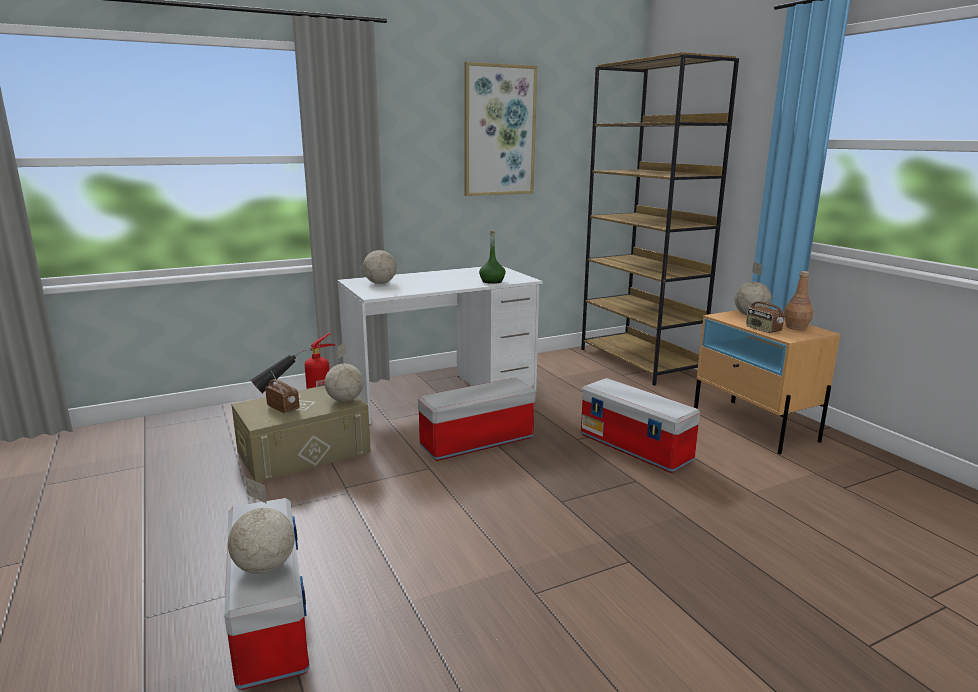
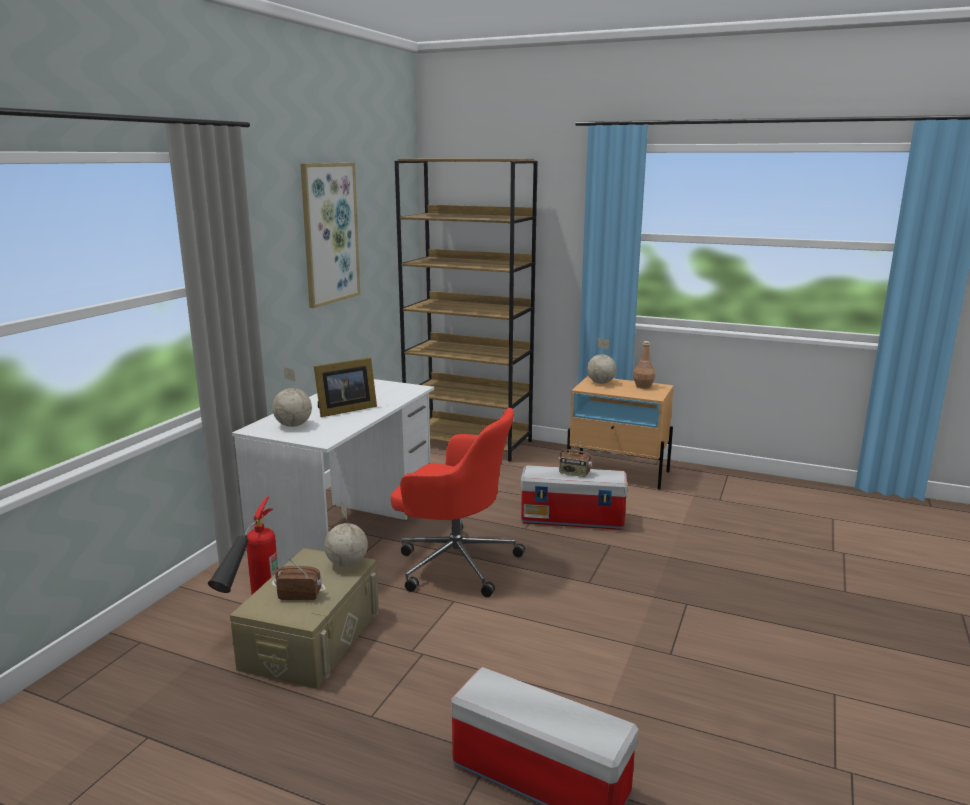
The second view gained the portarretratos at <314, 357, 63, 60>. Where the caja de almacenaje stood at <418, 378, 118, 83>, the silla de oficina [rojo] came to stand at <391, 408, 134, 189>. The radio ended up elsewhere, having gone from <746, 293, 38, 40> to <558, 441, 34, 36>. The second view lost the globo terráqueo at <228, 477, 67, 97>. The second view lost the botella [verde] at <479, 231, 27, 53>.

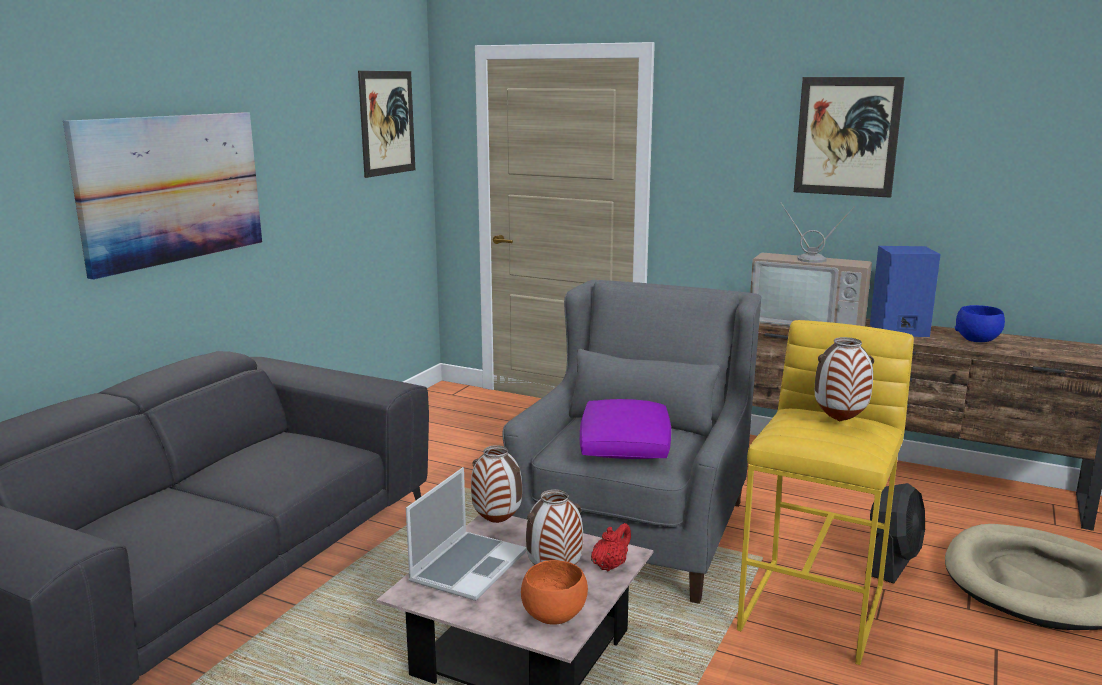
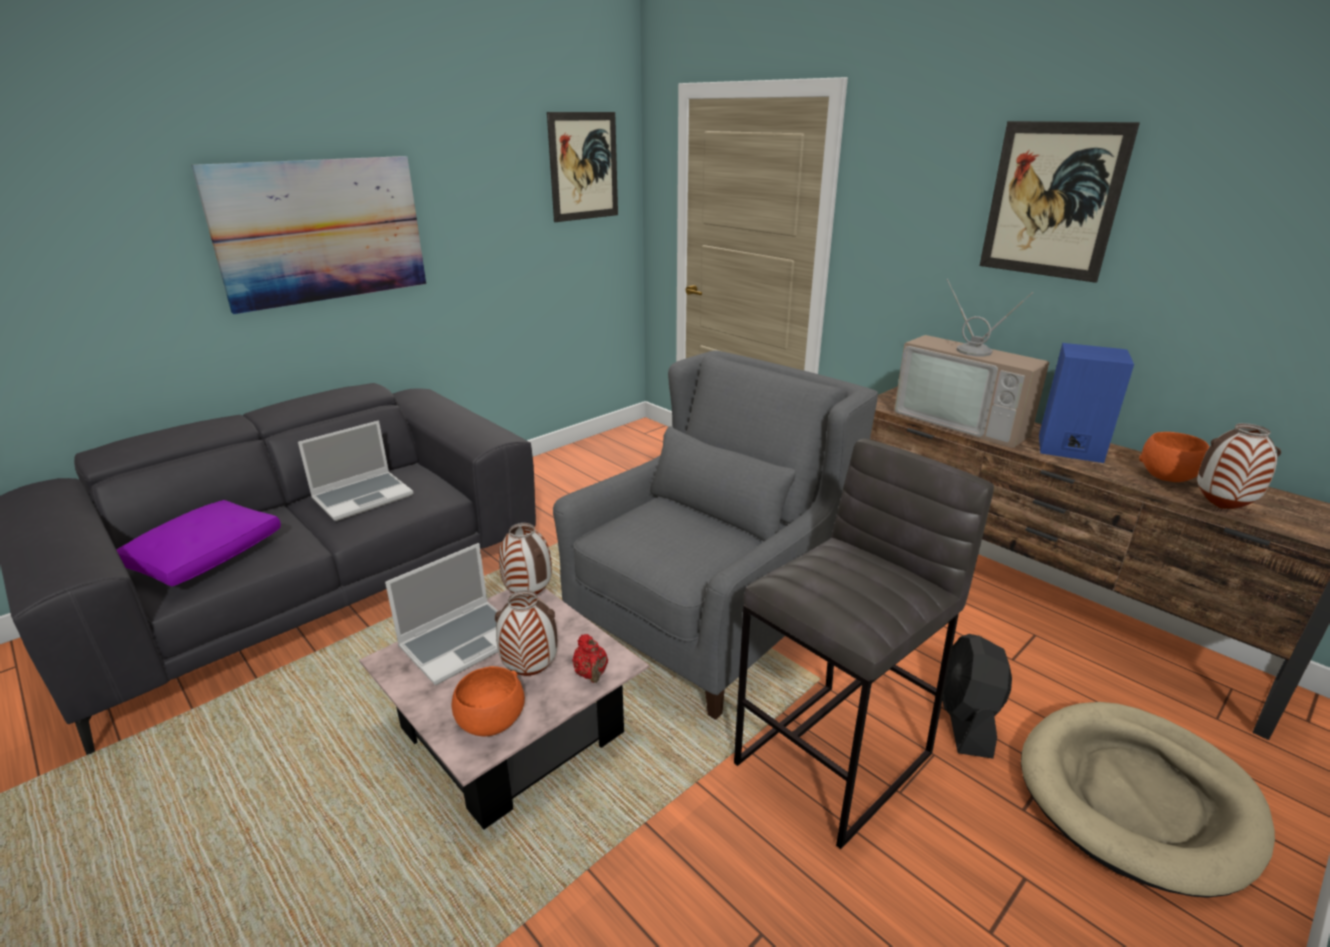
The cojín [morado] ended up elsewhere, having gone from <580, 399, 91, 60> to <116, 500, 165, 87>. The second view gained the portátil at <298, 420, 115, 101>. The tetera [rojo] at <591, 523, 40, 49> ended up facing another way, 105 degrees clockwise from before. What was the taburete [amarillo] at <737, 320, 177, 345> turned into the taburete [gris] at <734, 439, 260, 410>. The ventilador [negro] at <865, 483, 60, 101> ended up facing another way, 135 degrees clockwise from before. What was the cuenco [azul] at <955, 305, 50, 37> turned into the cuenco [naranja] at <1139, 432, 70, 50>. The florero ended up elsewhere, having gone from <815, 337, 59, 84> to <1197, 423, 84, 86>.

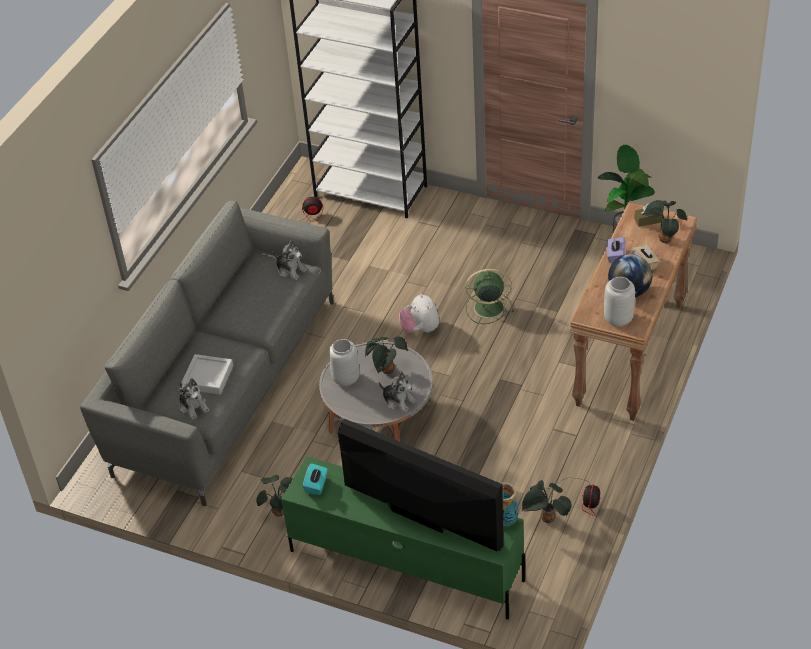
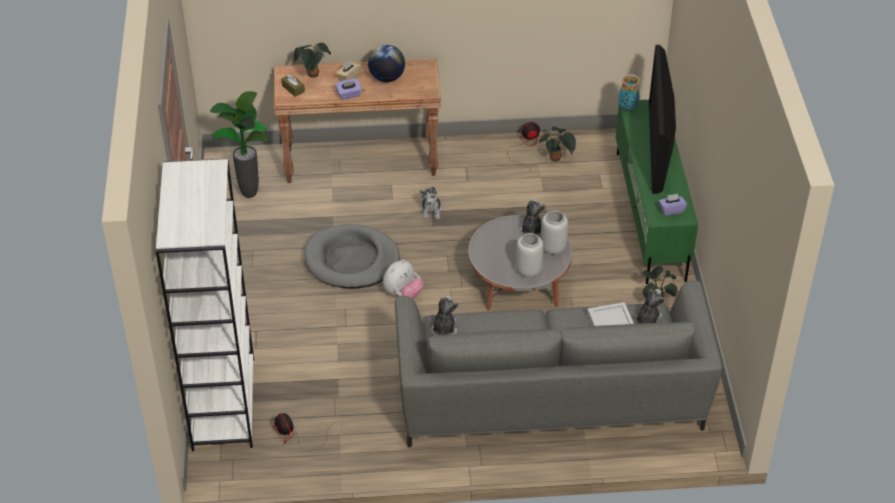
Where the ventilador [verde] stood at <466, 269, 48, 55>, the cama para perro [gris] came to stand at <304, 224, 96, 64>. The second view gained the peluche at <419, 187, 24, 33>. The florero [gris] ended up elsewhere, having gone from <604, 277, 31, 50> to <541, 211, 27, 43>. What was the caja de pañuelos [turquesa] at <303, 463, 25, 32> turned into the caja de pañuelos [morado] at <659, 194, 28, 22>. The second view lost the planta en maceta at <365, 337, 43, 37>.

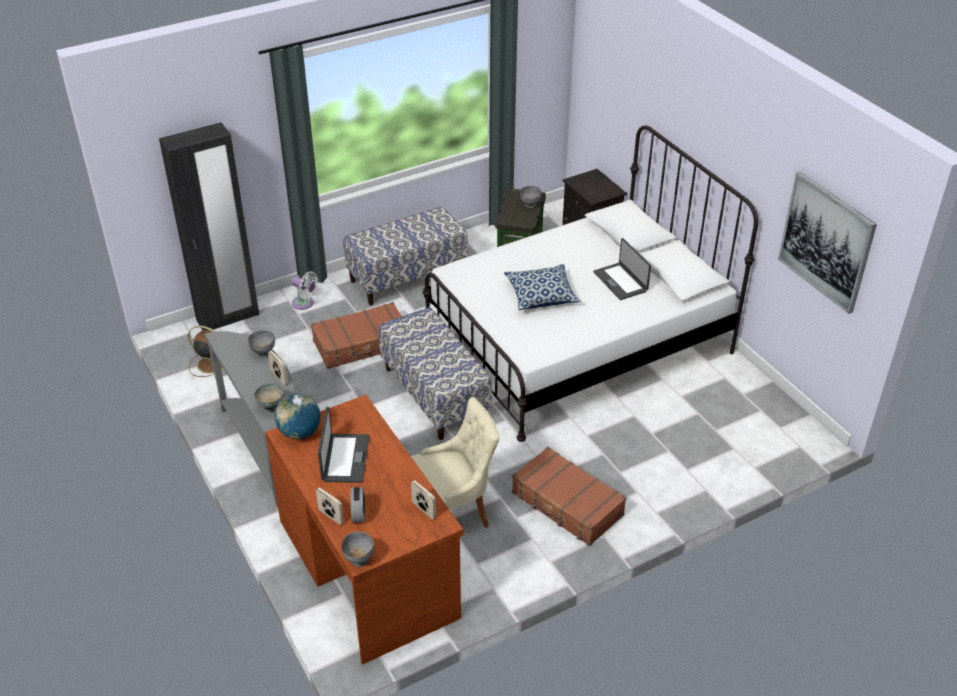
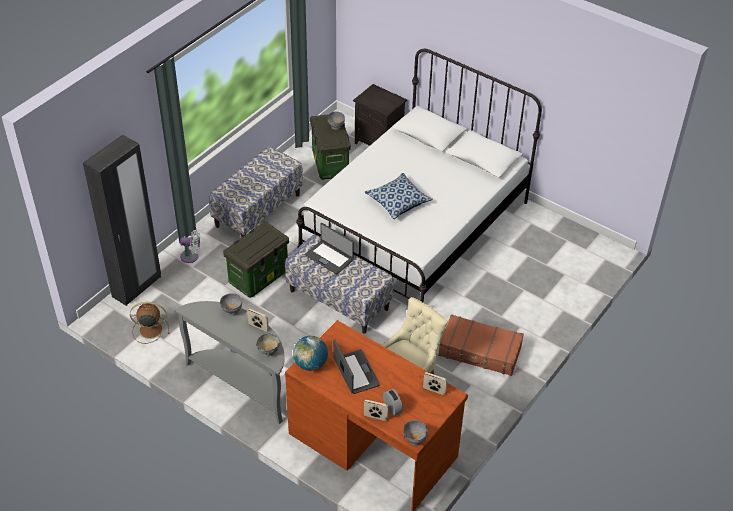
Where the maleta [marrón] stood at <311, 302, 90, 67>, the caja de almacenaje came to stand at <223, 222, 66, 76>. The portátil ended up elsewhere, having gone from <593, 238, 58, 62> to <305, 223, 49, 51>. The second view lost the cuadro at <778, 172, 99, 142>.

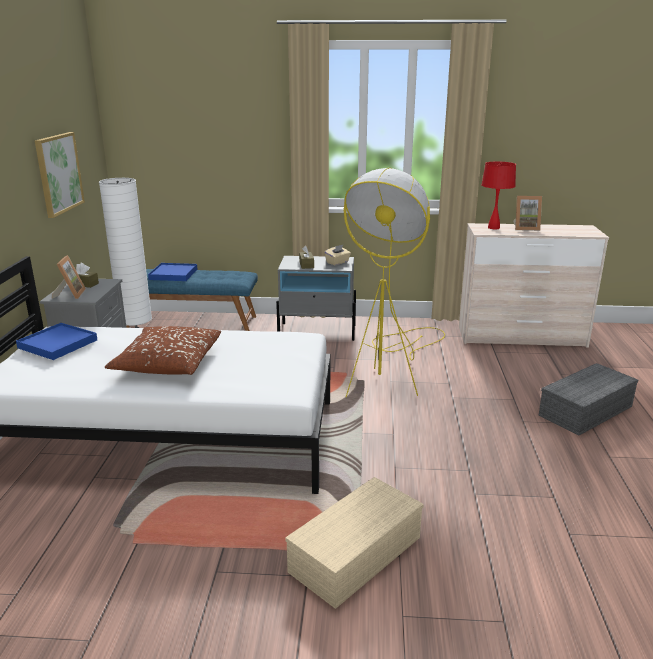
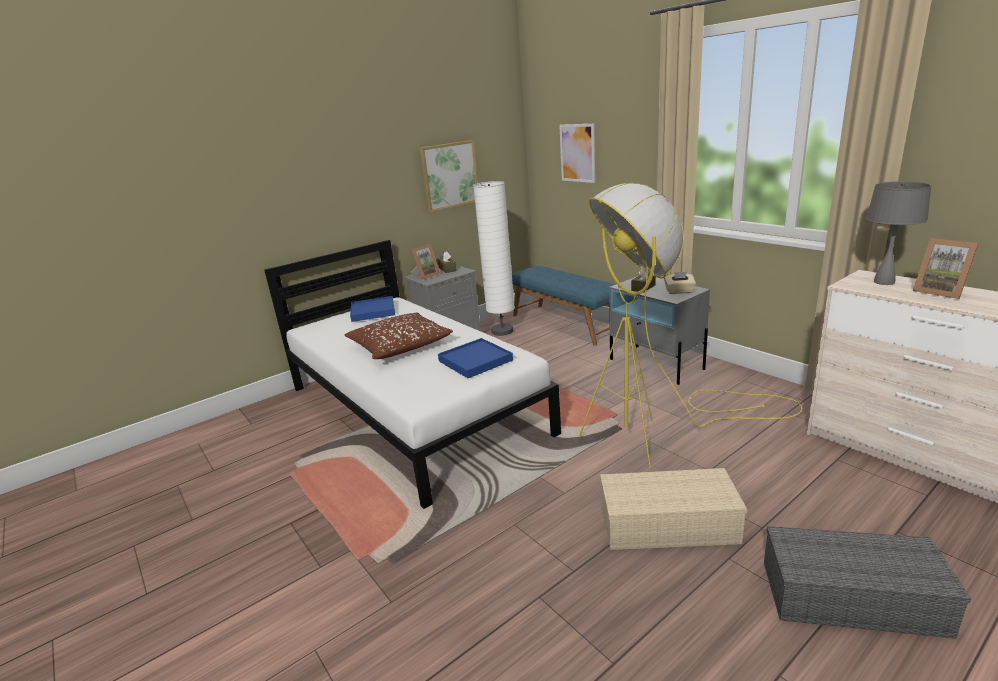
The bandeja [azul] ended up elsewhere, having gone from <148, 263, 49, 18> to <438, 338, 75, 40>. The second view gained the cuadro at <559, 124, 36, 59>. The caja de almacenaje [beis] ended up elsewhere, having gone from <285, 477, 139, 132> to <600, 468, 147, 82>. What was the lámpara de mesa [rojo] at <481, 162, 35, 67> turned into the lámpara de mesa [gris] at <866, 181, 66, 104>.

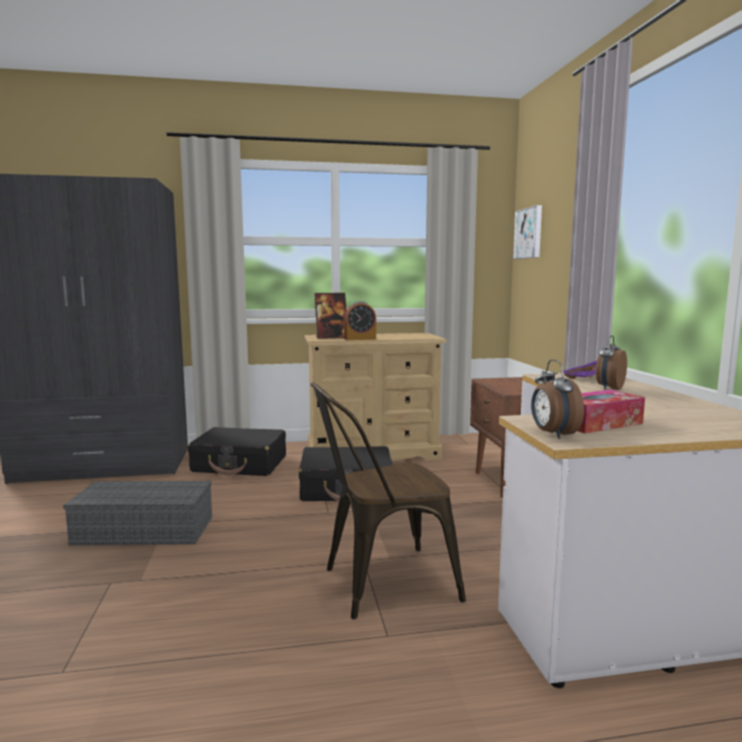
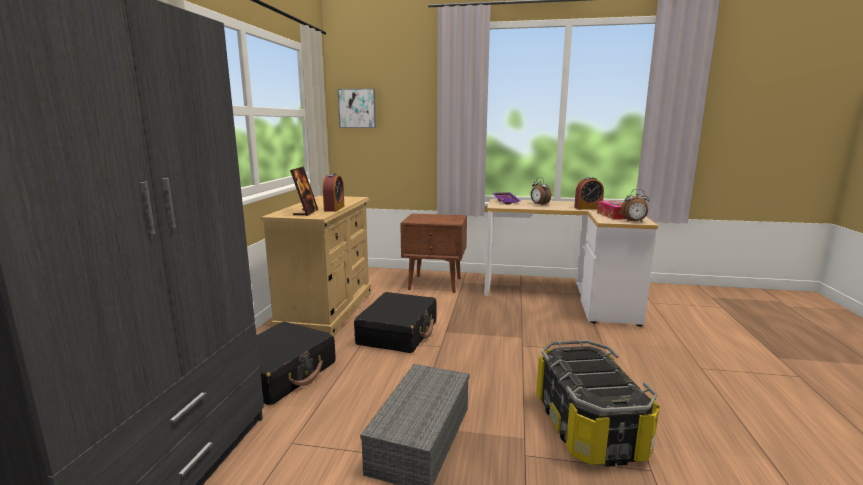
The second view gained the caja de almacenaje at <536, 340, 124, 126>. The second view gained the despertador at <574, 177, 30, 33>. The second view lost the silla [marrón] at <310, 382, 156, 237>.

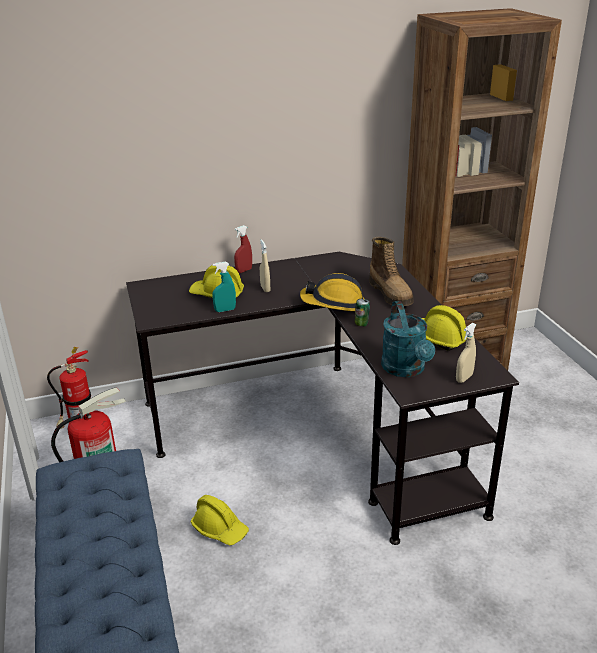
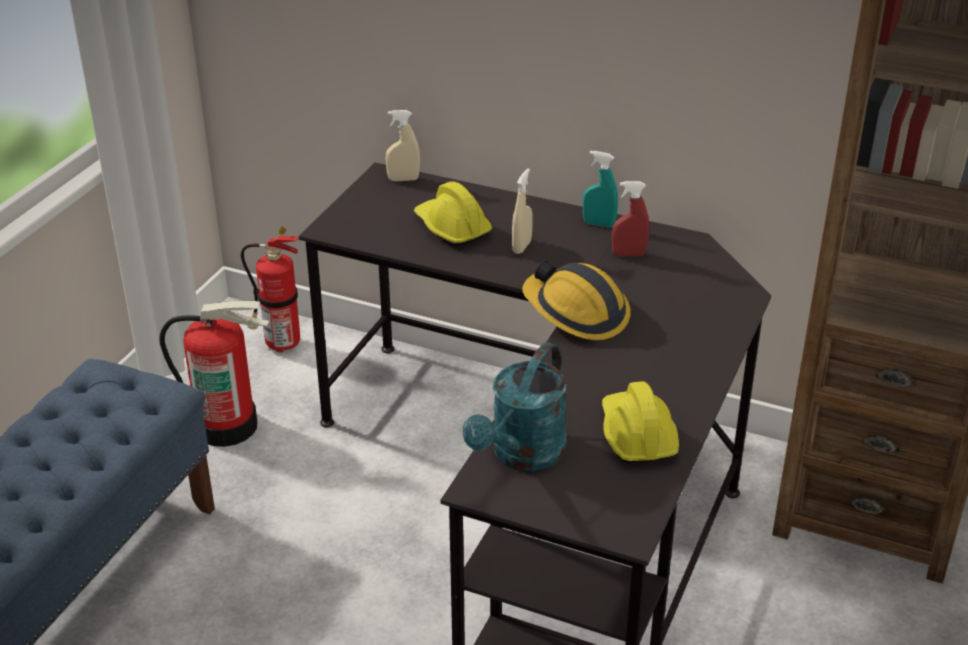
The pulverizador [beis] ended up elsewhere, having gone from <456, 323, 20, 60> to <386, 110, 34, 71>. The pulverizador [turquesa] ended up elsewhere, having gone from <212, 262, 24, 50> to <583, 151, 35, 77>. The pulverizador [rojo] ended up elsewhere, having gone from <234, 225, 18, 48> to <612, 181, 37, 76>. The second view lost the casco [amarillo] at <191, 495, 58, 50>. The second view lost the lata at <355, 299, 15, 27>. The second view lost the bota at <369, 236, 45, 70>.

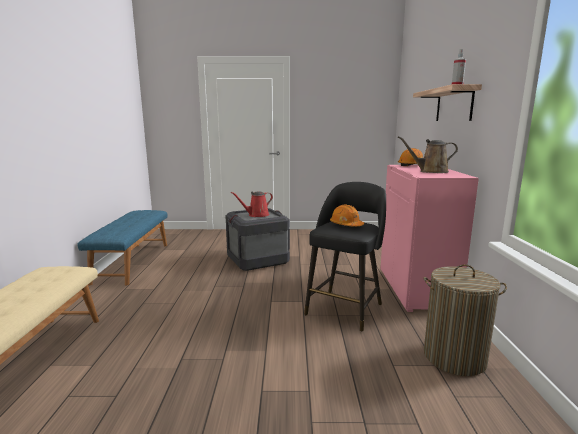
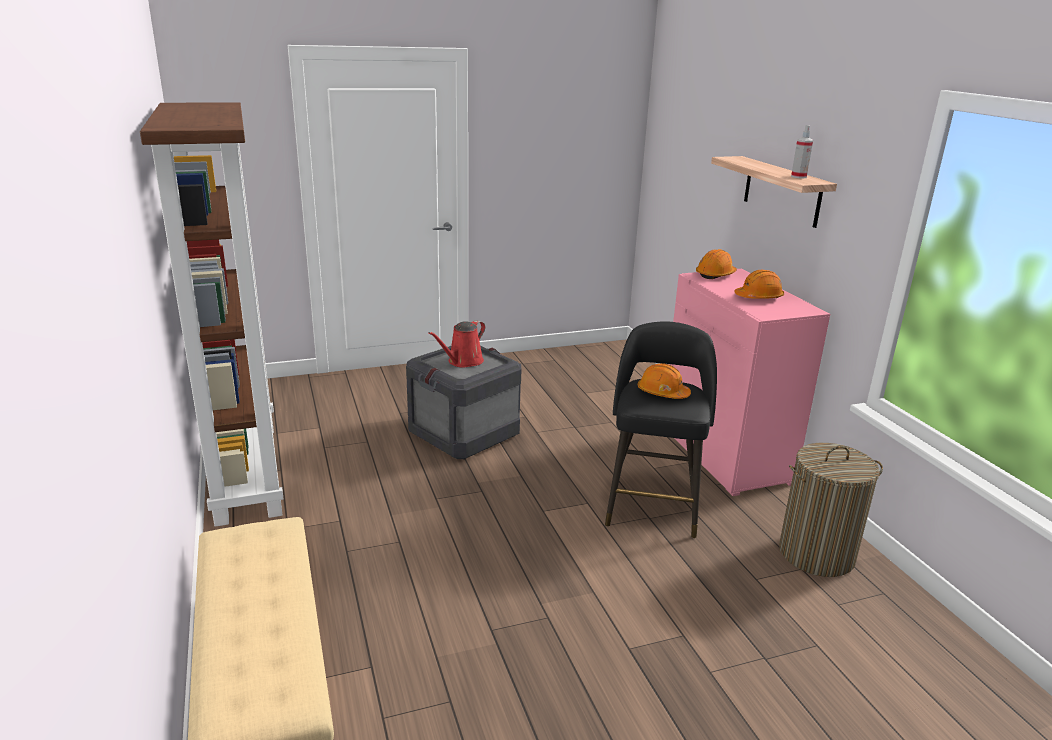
Where the banco [azul] stood at <78, 210, 89, 75>, the estantería [marrón] came to stand at <140, 102, 144, 425>. Where the regadera [marrón] stood at <398, 136, 60, 37>, the casco [naranja] came to stand at <734, 269, 50, 30>.

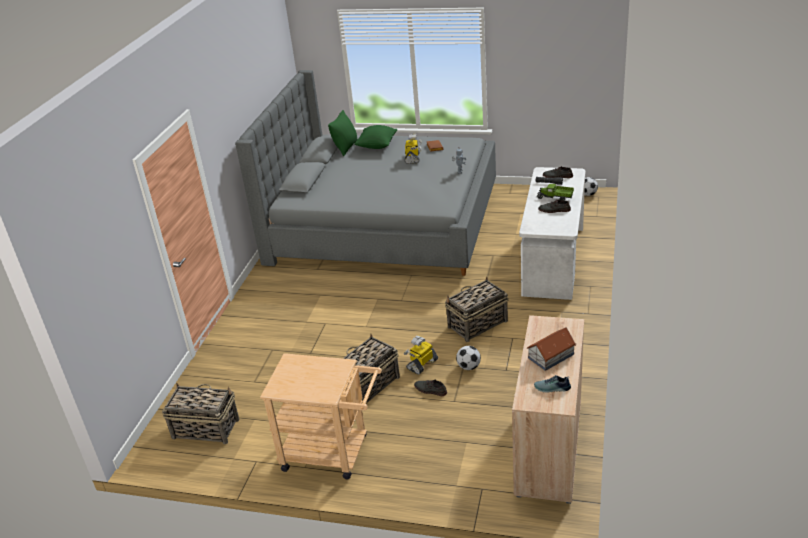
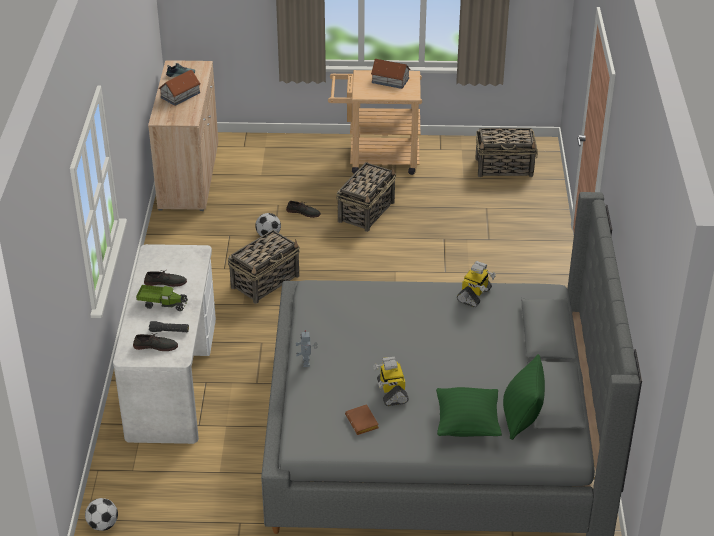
The second view gained the casita at <371, 59, 40, 30>. The robot de juguete ended up elsewhere, having gone from <404, 335, 34, 40> to <457, 261, 39, 46>.

